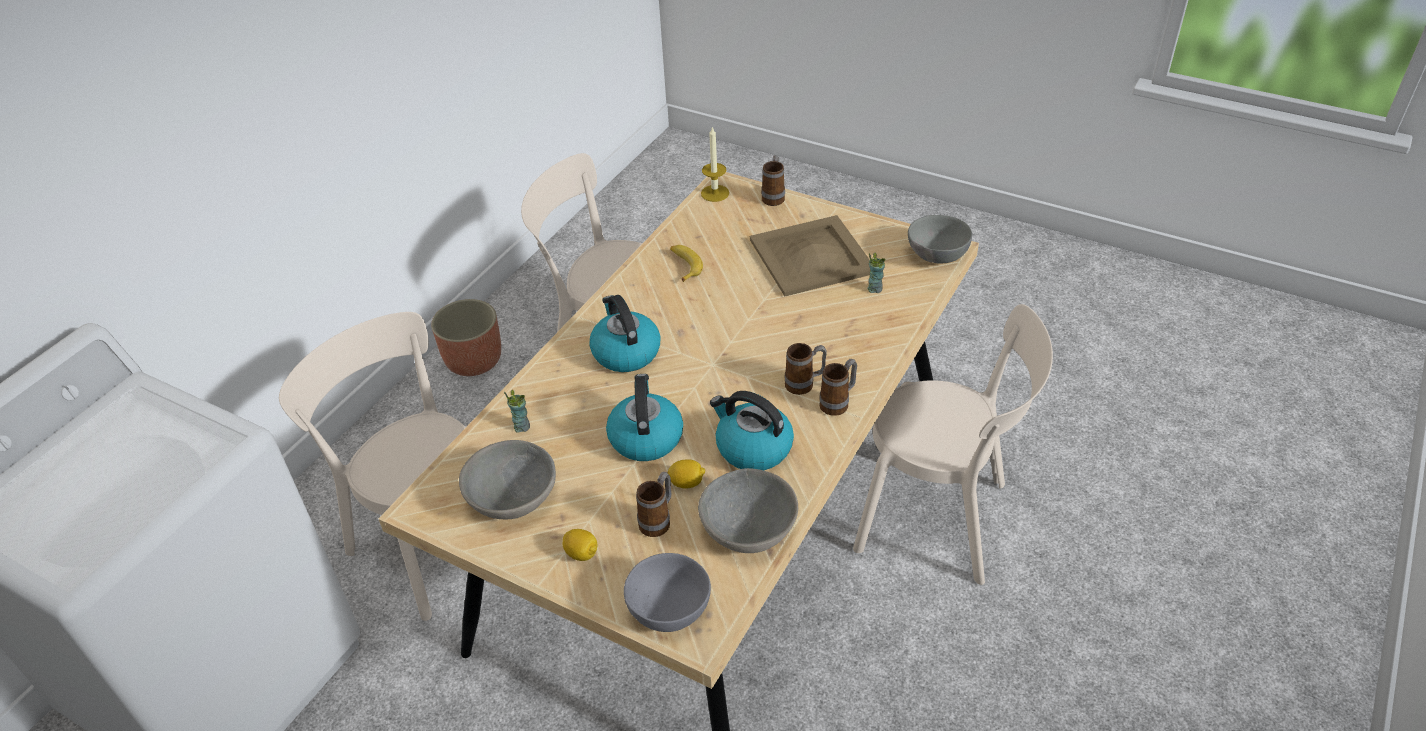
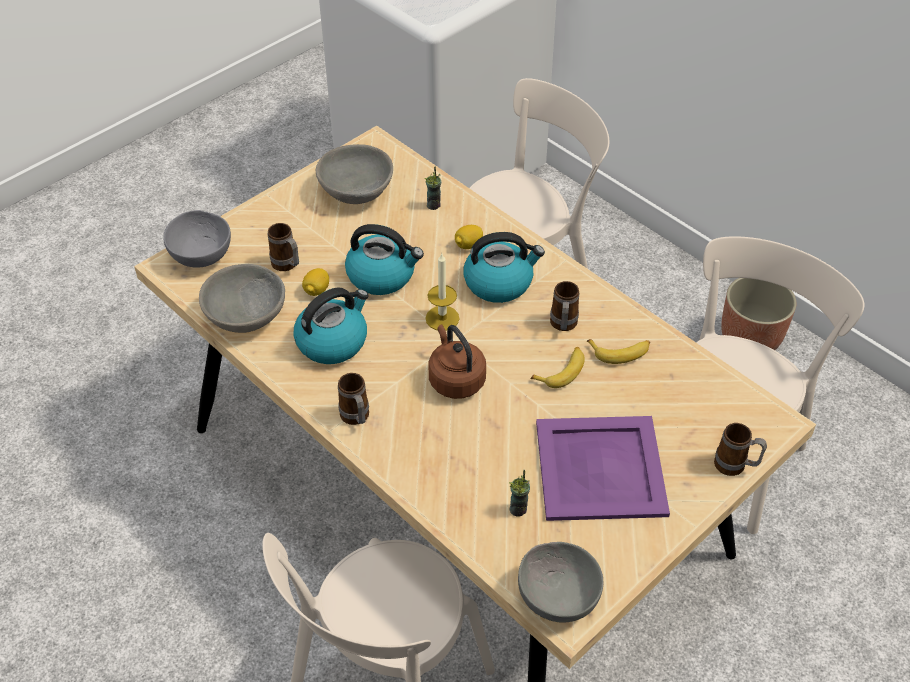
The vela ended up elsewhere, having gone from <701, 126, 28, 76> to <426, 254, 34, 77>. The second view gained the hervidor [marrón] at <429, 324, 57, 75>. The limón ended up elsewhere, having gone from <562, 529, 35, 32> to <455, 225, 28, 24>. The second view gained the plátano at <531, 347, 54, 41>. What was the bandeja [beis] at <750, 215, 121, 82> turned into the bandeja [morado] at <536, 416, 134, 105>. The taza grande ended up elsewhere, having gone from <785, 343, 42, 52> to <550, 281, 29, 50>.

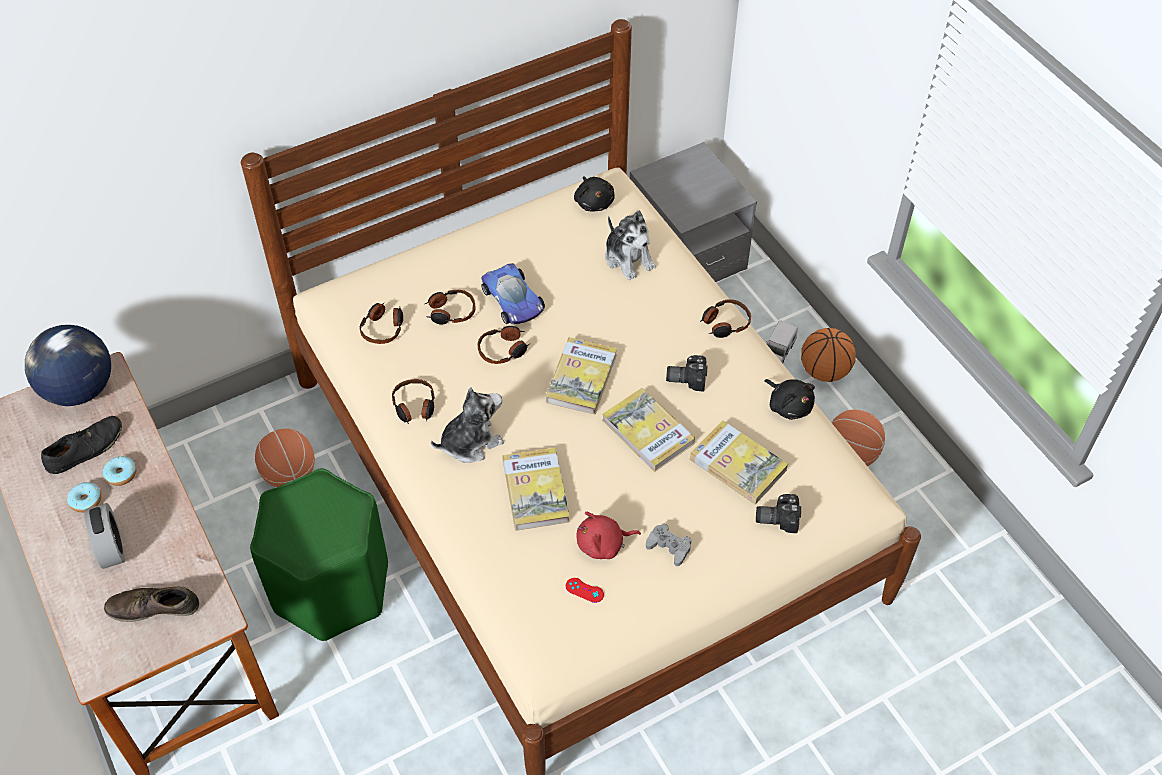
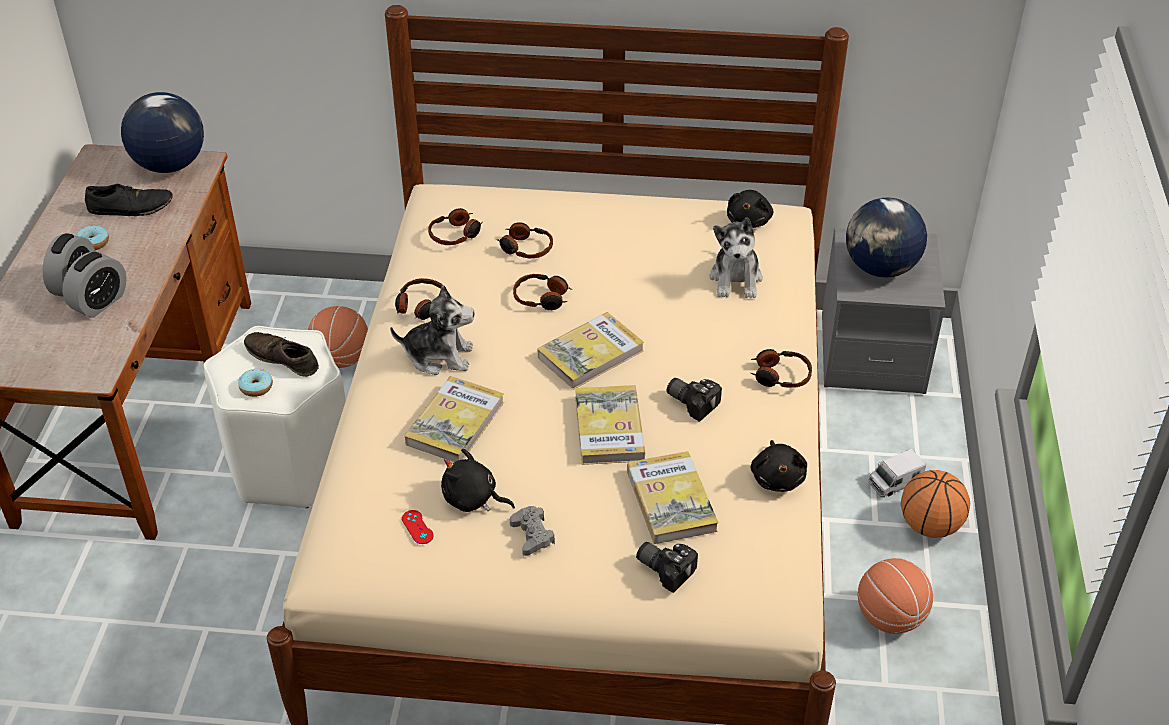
The second view gained the despertador at <62, 251, 65, 67>. What was the taburete [verde] at <250, 468, 138, 173> turned into the taburete [blanco] at <204, 326, 142, 182>. The rosquilla ended up elsewhere, having gone from <103, 456, 34, 30> to <238, 369, 35, 28>. The zapato [marrón] ended up elsewhere, having gone from <104, 586, 95, 36> to <244, 332, 75, 45>. What was the peluche [rojo] at <576, 512, 65, 47> turned into the peluche [negro] at <441, 449, 74, 63>. The second view gained the globo terráqueo at <846, 198, 81, 79>. The second view lost the coche de juguete at <481, 263, 64, 61>.

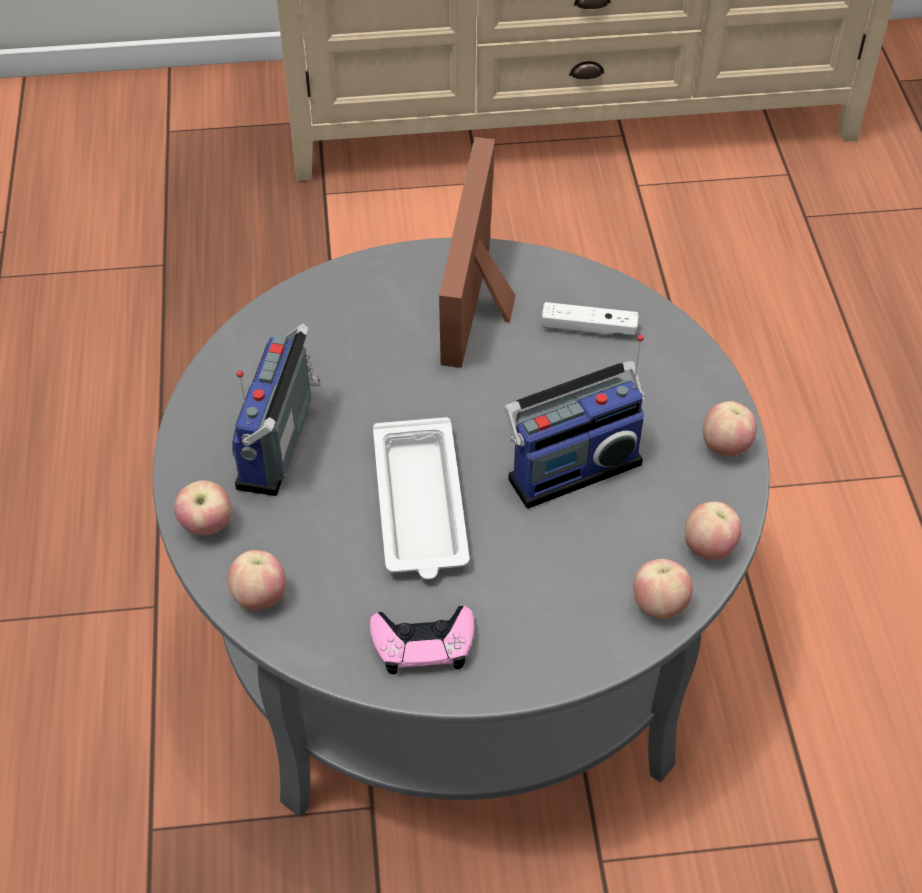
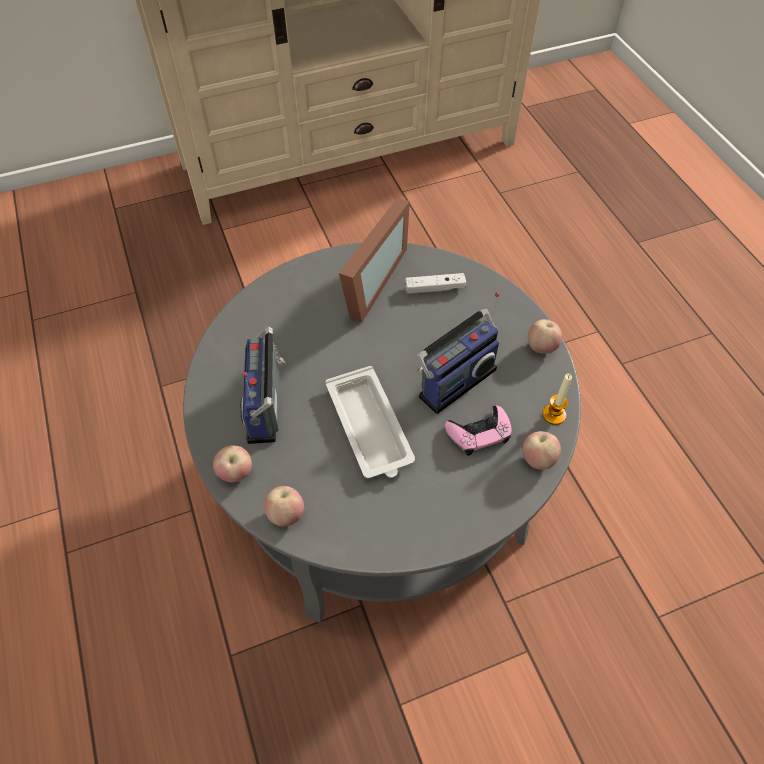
The portarretratos at <439, 137, 77, 231> ended up facing another way, 150 degrees counterclockwise from before. The mando de consola [rosa] ended up elsewhere, having gone from <370, 606, 105, 68> to <445, 405, 66, 51>. Where the manzana stood at <685, 502, 56, 58>, the vela came to stand at <543, 374, 29, 51>.

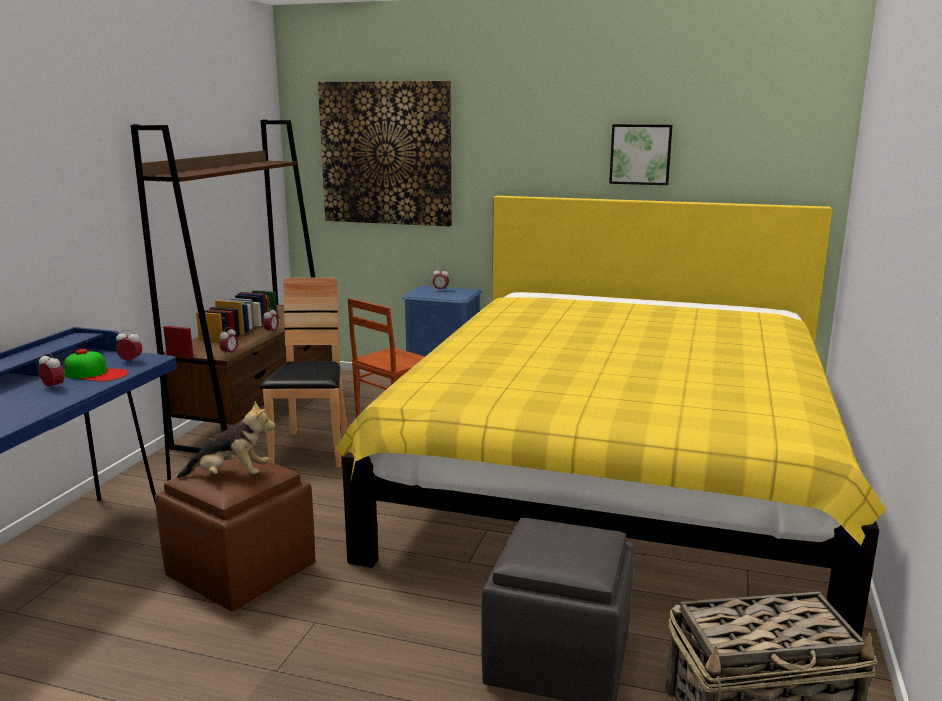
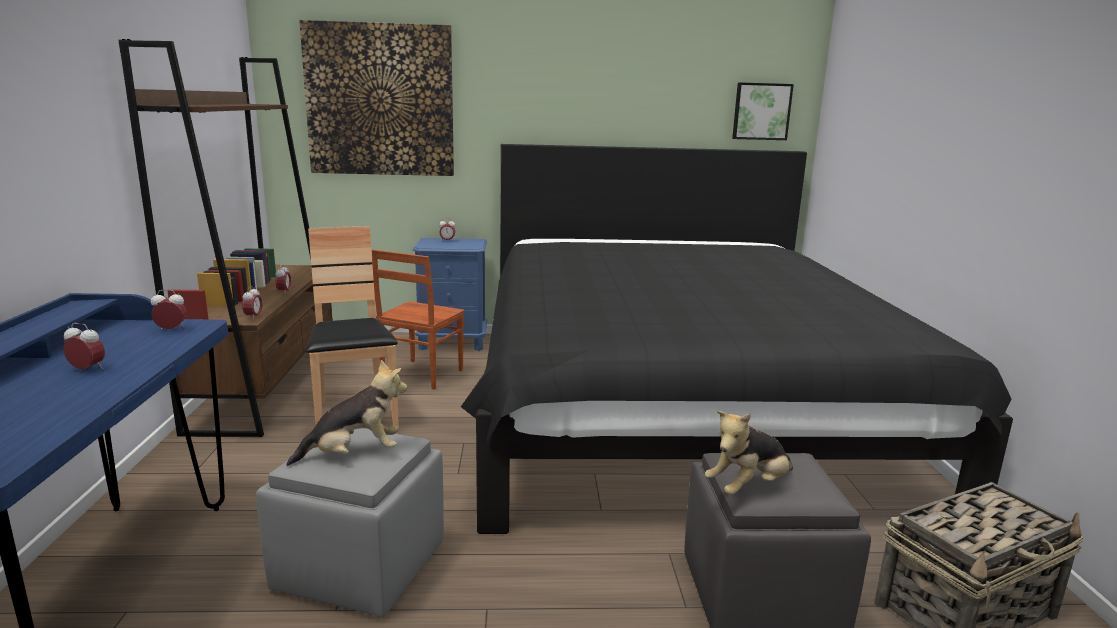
What was the puf [marrón] at <155, 455, 160, 156> turned into the puf [gris] at <256, 428, 188, 189>. What was the cama [amarillo] at <336, 196, 550, 442> turned into the cama [negro] at <461, 144, 552, 390>. The second view gained the peluche at <705, 411, 88, 84>. The cuadro ended up elsewhere, having gone from <609, 124, 64, 61> to <732, 82, 62, 58>. The second view lost the gorra at <64, 349, 65, 32>.

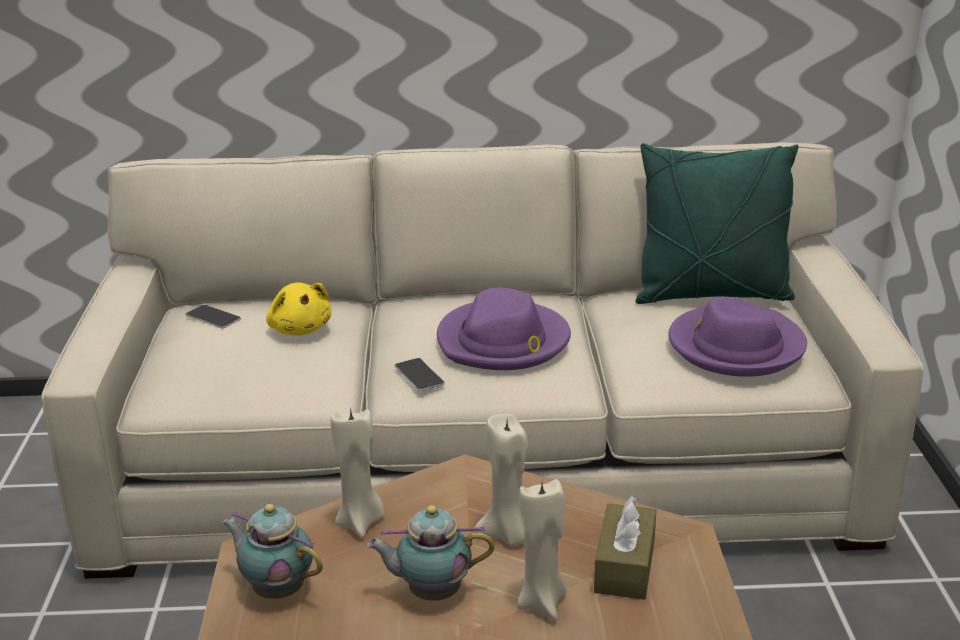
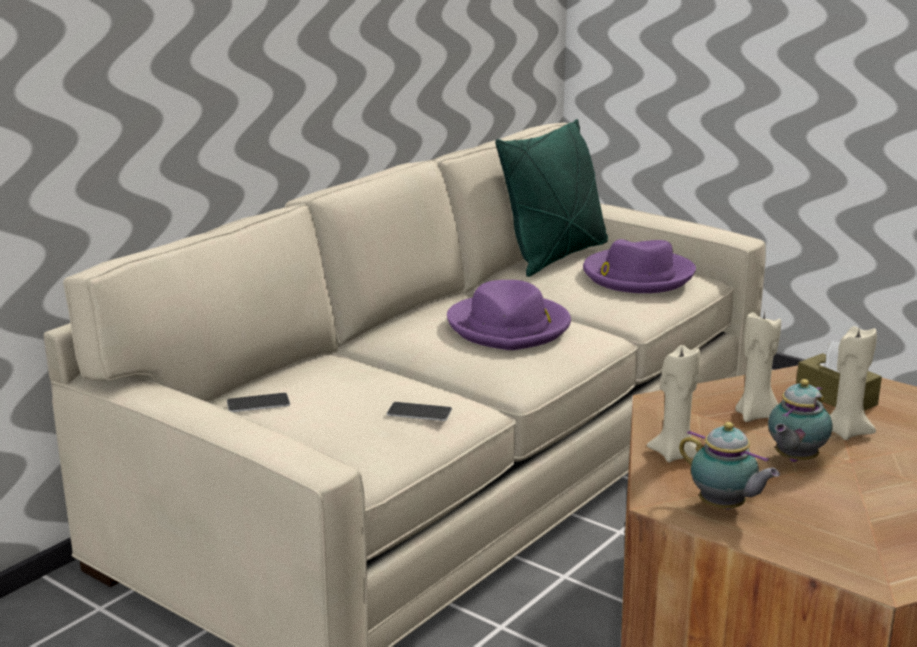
The móvil ended up elsewhere, having gone from <394, 358, 51, 33> to <387, 402, 65, 19>. The tetera at <222, 504, 101, 95> ended up facing another way, 120 degrees counterclockwise from before. The second view lost the peluche [amarillo] at <266, 283, 65, 53>.

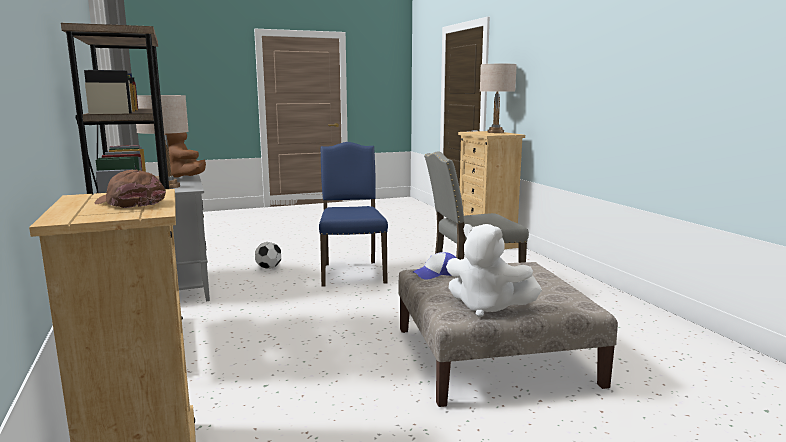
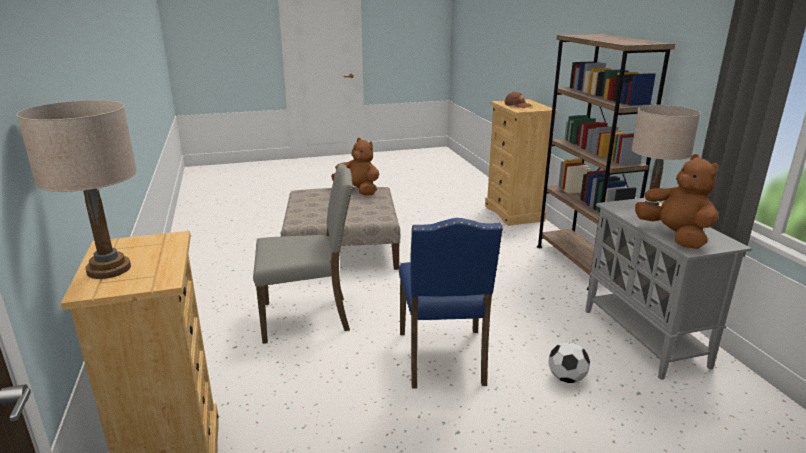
What was the peluche [blanco] at <446, 224, 96, 93> turned into the peluche [marrón] at <331, 138, 48, 57>. The second view lost the gorra at <413, 252, 43, 28>.

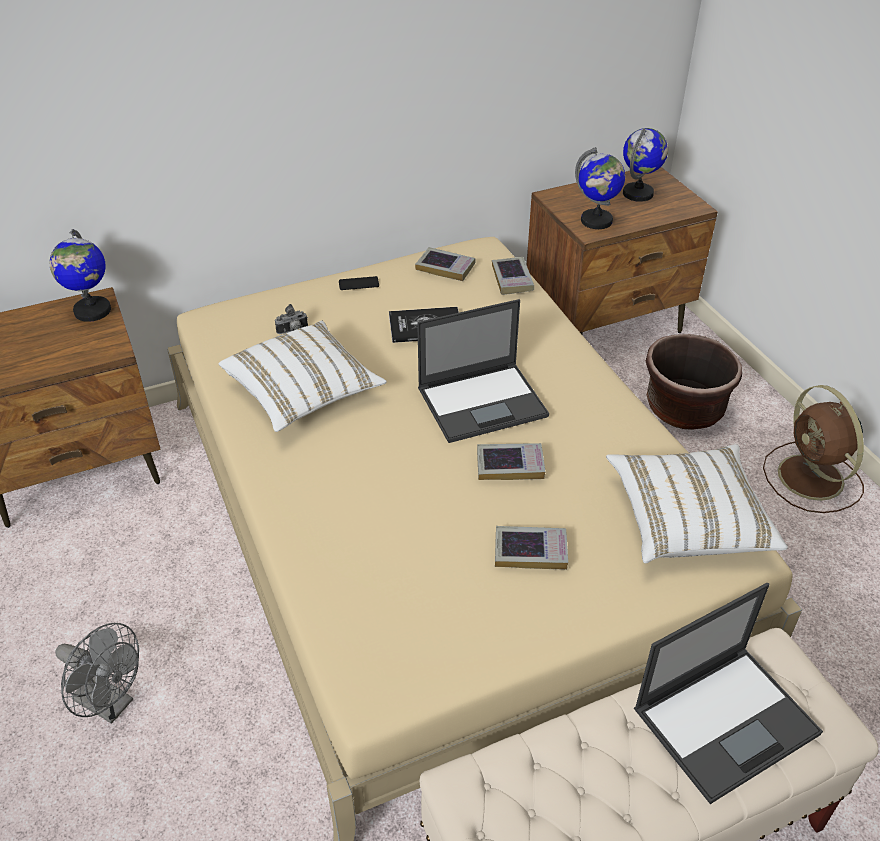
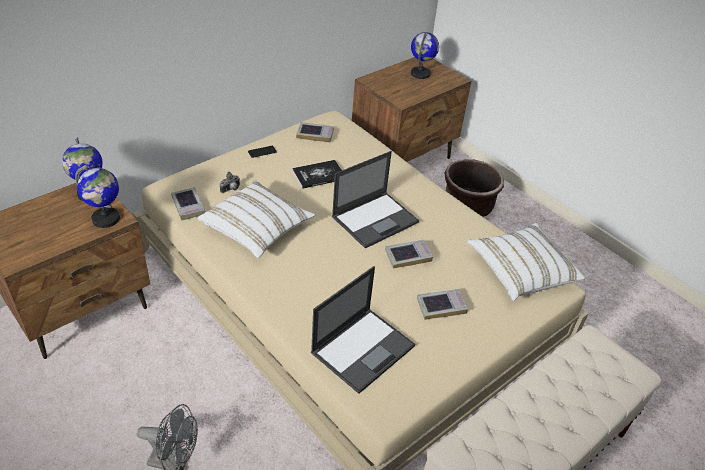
The globo terráqueo ended up elsewhere, having gone from <575, 147, 50, 82> to <75, 165, 45, 63>. The libro ended up elsewhere, having gone from <492, 257, 42, 38> to <171, 187, 35, 34>. The portátil ended up elsewhere, having gone from <634, 583, 189, 221> to <311, 266, 104, 128>. The second view lost the ventilador [marrón] at <763, 385, 101, 128>.

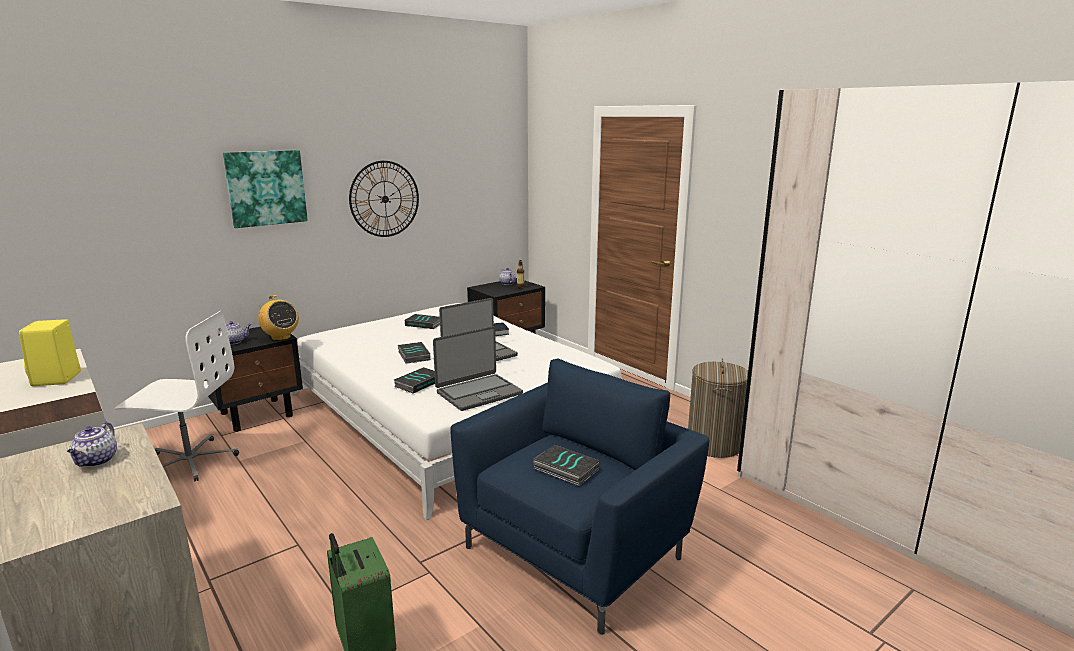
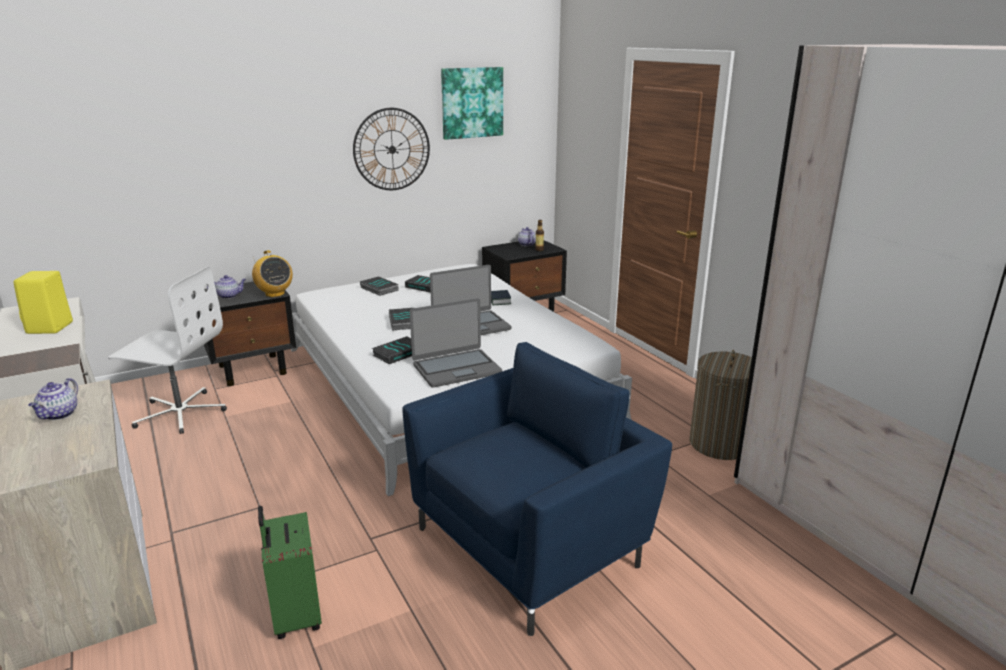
The libro ended up elsewhere, having gone from <533, 445, 66, 41> to <359, 276, 39, 20>. The cuadro ended up elsewhere, having gone from <223, 150, 85, 78> to <441, 67, 62, 73>.

